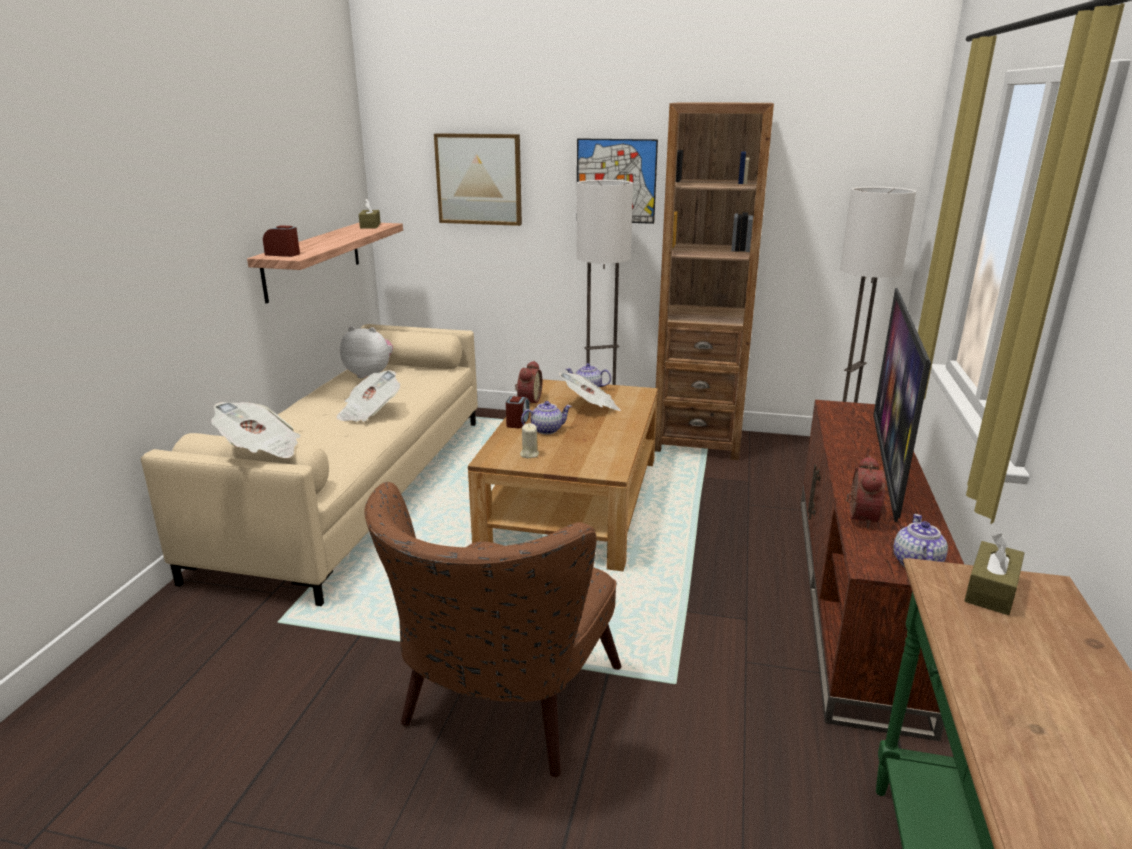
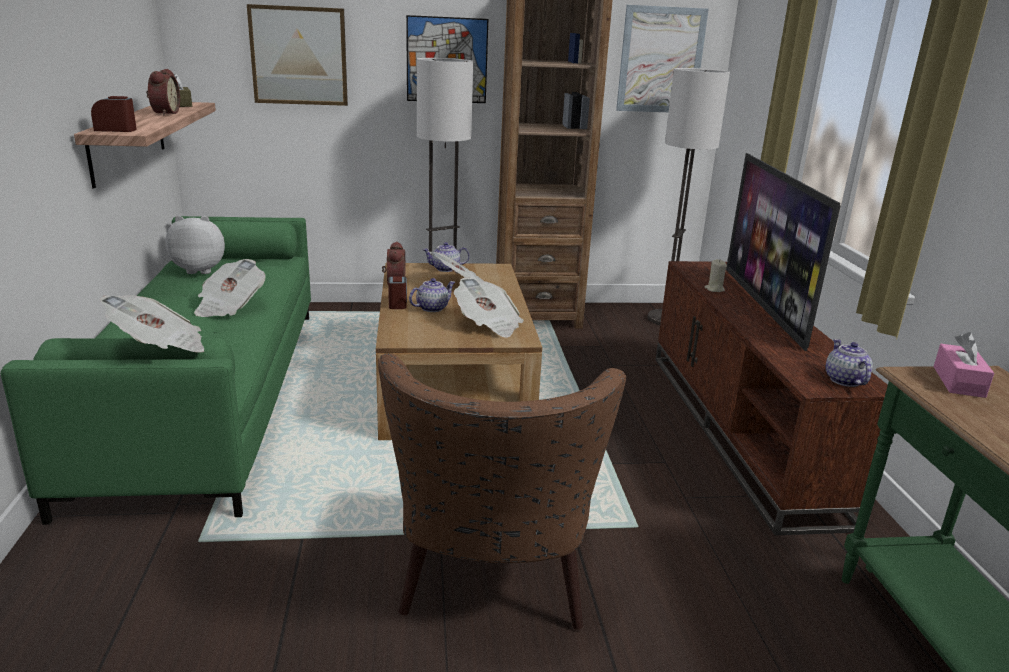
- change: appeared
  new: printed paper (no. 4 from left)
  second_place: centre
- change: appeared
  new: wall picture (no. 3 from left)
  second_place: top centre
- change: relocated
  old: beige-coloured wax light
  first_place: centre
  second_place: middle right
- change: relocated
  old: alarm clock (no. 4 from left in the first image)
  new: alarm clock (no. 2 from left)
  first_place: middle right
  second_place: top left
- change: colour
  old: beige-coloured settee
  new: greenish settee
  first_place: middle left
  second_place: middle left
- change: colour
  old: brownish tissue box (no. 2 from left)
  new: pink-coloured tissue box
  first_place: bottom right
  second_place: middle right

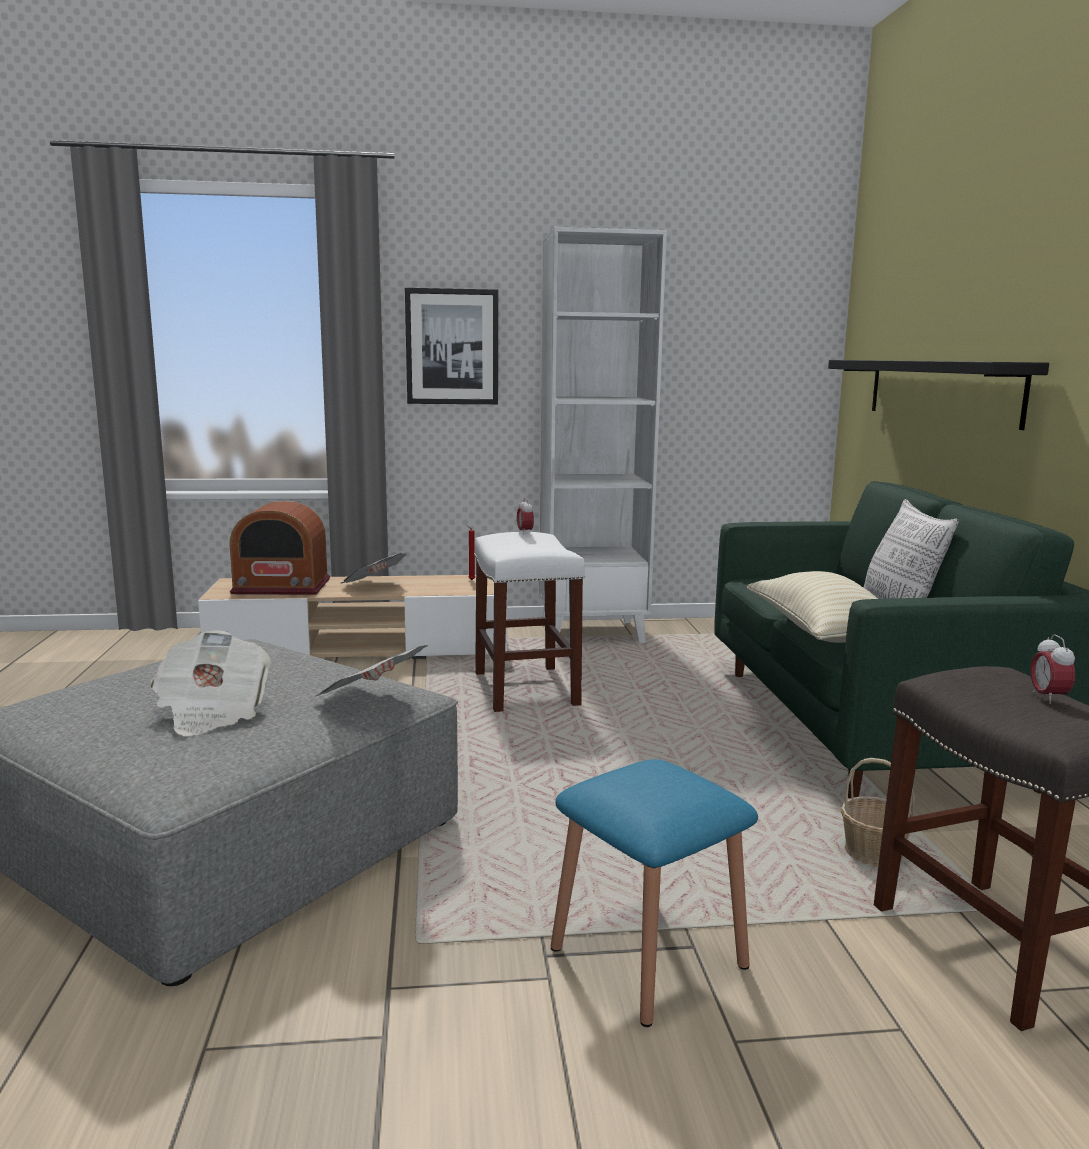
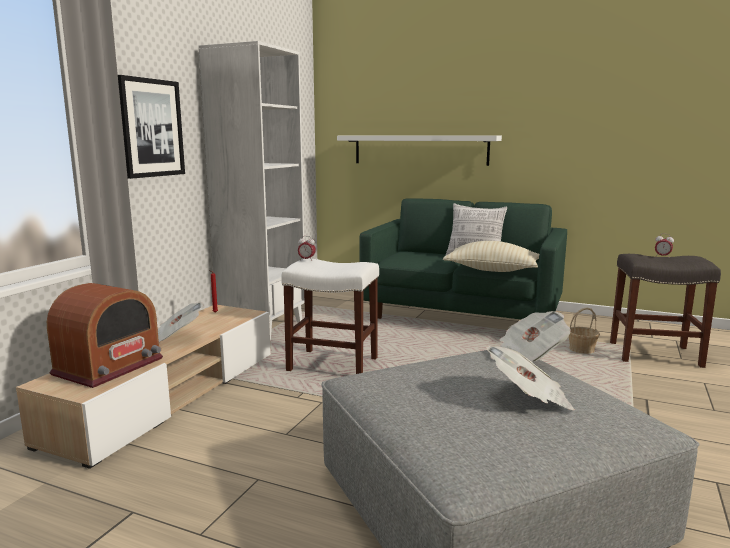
- change: missing
  old: bluish sitting stool
  first_place: bottom centre
- change: colour
  old: black wall shelf
  new: white wall shelf
  first_place: middle right
  second_place: top centre

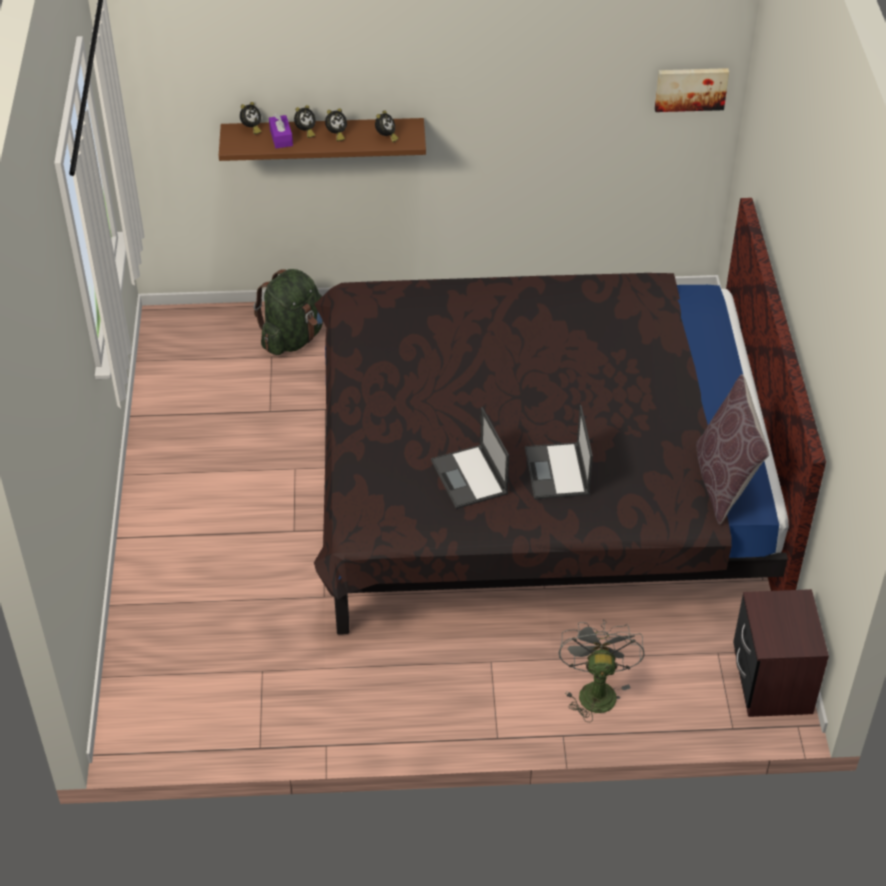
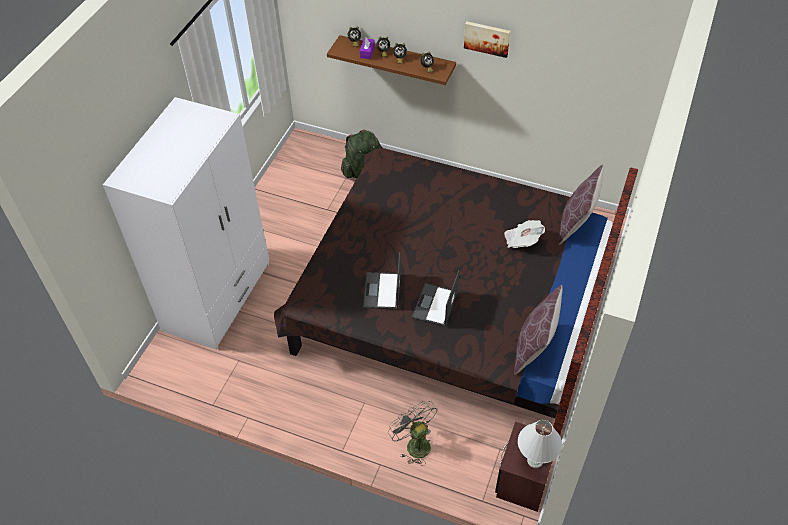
- change: appeared
  new: white wardrobe
  second_place: middle left
- change: appeared
  new: printed paper
  second_place: centre
- change: appeared
  new: white tabletop lamp
  second_place: bottom right
- change: appeared
  new: brownish throw pillow (no. 2 from left)
  second_place: middle right
- change: relocated
  old: wall picture
  first_place: top right
  second_place: top centre
- change: spun
  old: grey cooling fan
  first_place: bottom right
  second_place: bottom centre
  degrees: -60

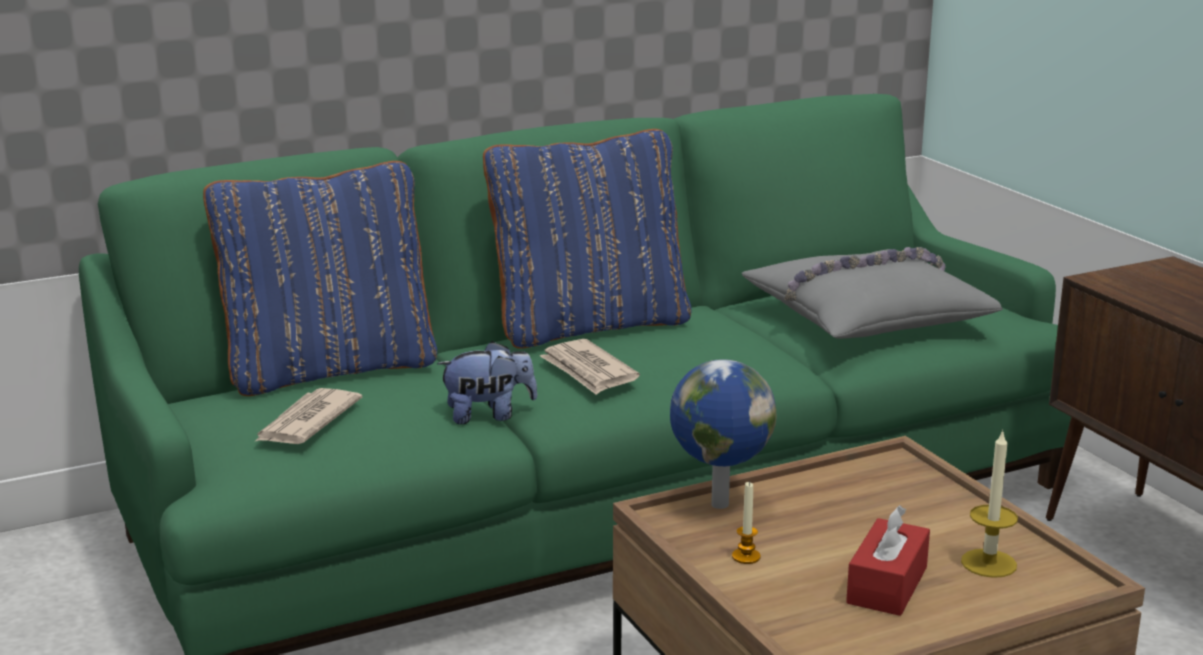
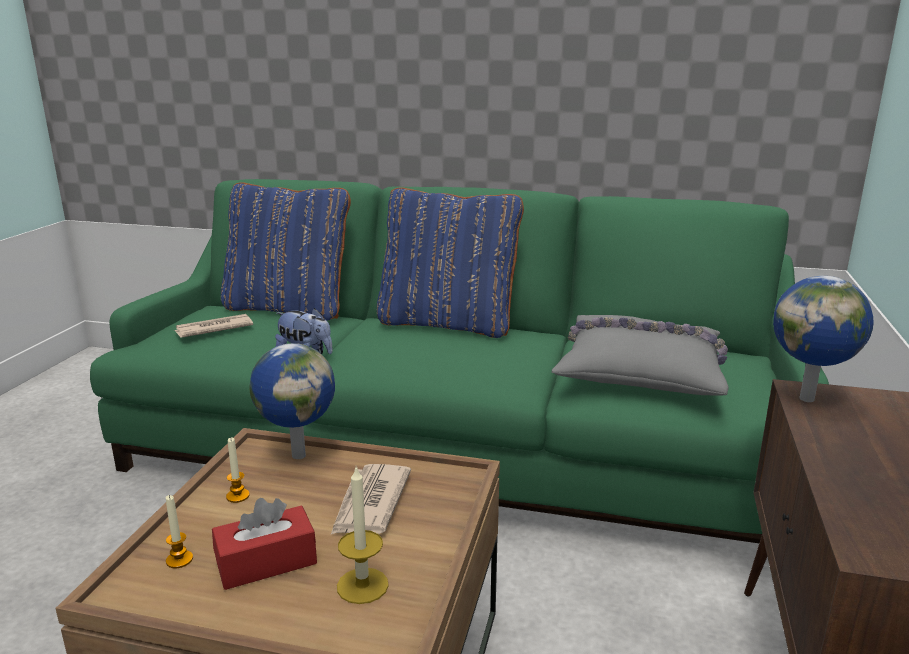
- change: appeared
  new: wax light (no. 1 from left)
  second_place: bottom left
- change: appeared
  new: world globe (no. 2 from left)
  second_place: middle right
- change: relocated
  old: printed paper (no. 2 from left)
  first_place: centre
  second_place: bottom centre

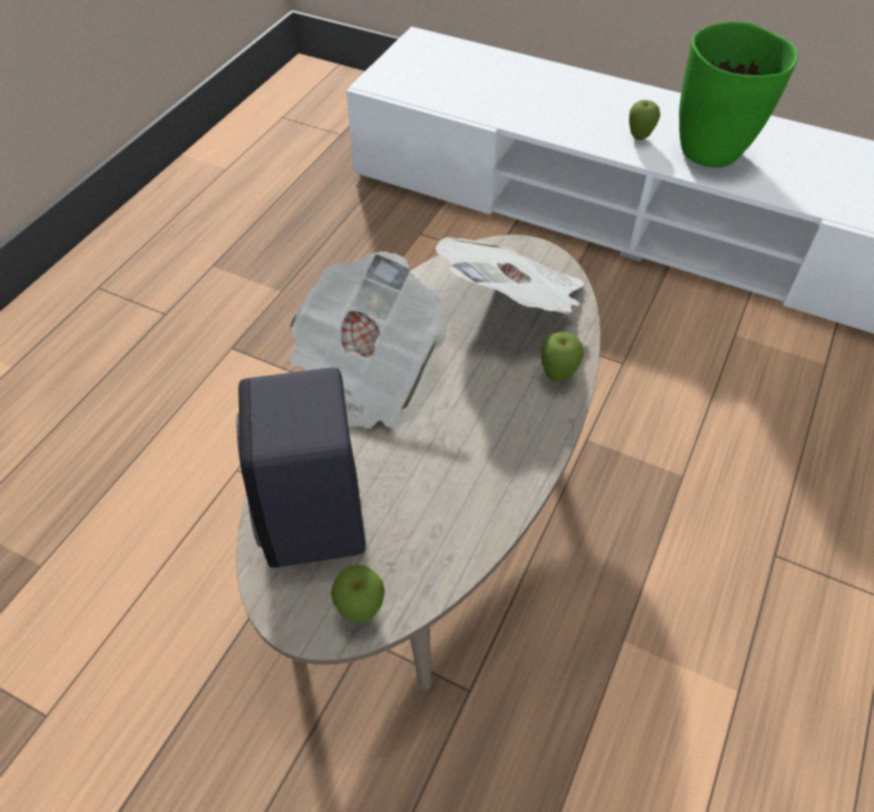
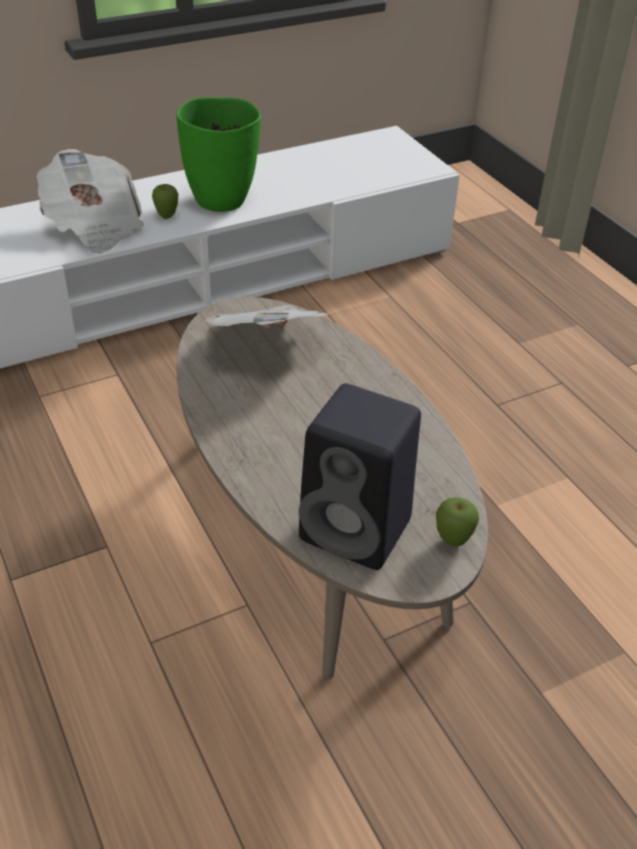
- change: missing
  old: apple (no. 2 from left)
  first_place: centre
- change: relocated
  old: printed paper (no. 1 from left)
  first_place: centre
  second_place: top left

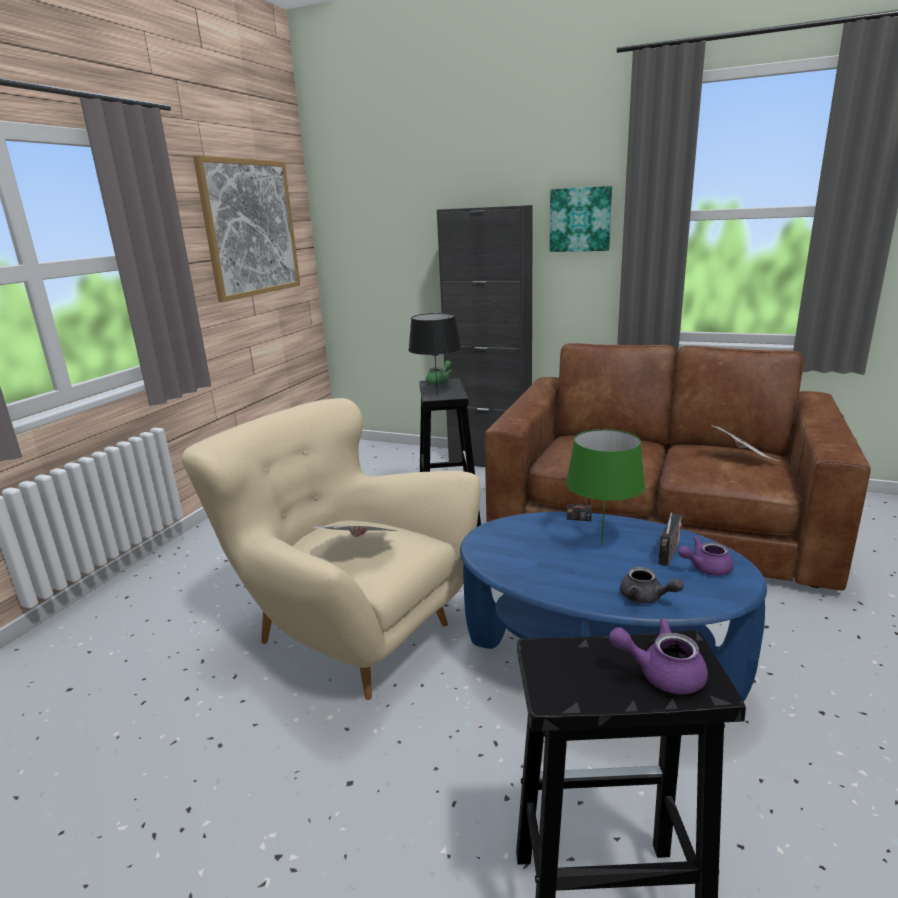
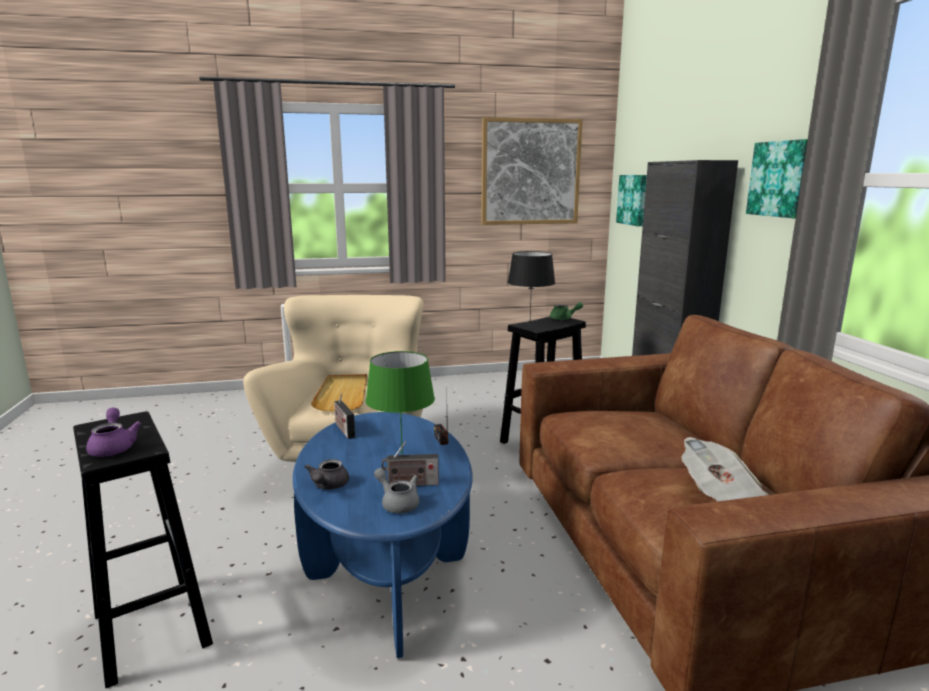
- change: appeared
  new: radio receiver (no. 1 from left)
  second_place: centre
- change: appeared
  new: wall picture (no. 2 from left)
  second_place: top right
- change: exchanged
  old: printed paper (no. 1 from left)
  new: beige-coloured tray
  first_place: centre
  second_place: centre
- change: colour
  old: purplish pot for tea (no. 2 from left)
  new: grey pot for tea (no. 2 from left)
  first_place: middle right
  second_place: bottom centre

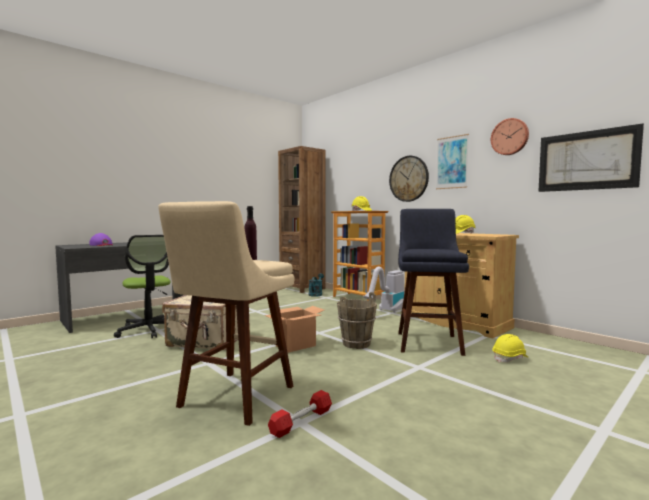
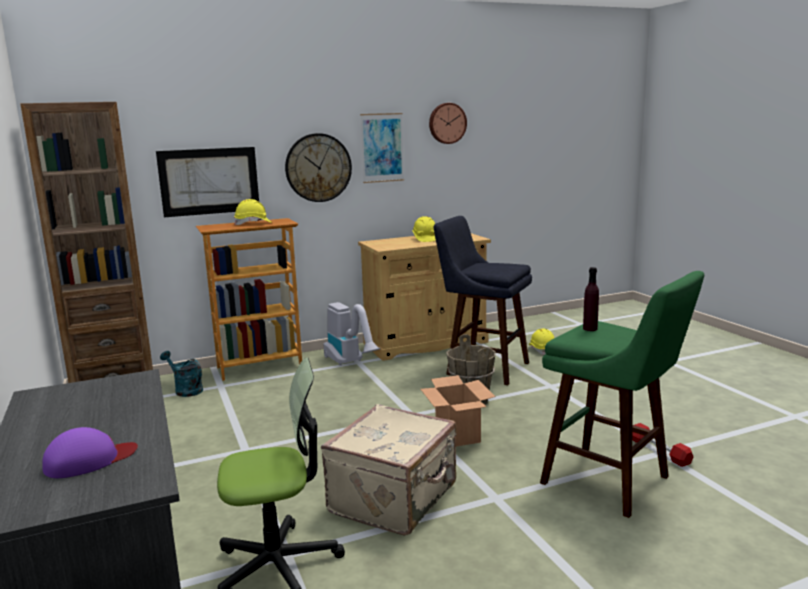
- change: relocated
  old: wall picture (no. 2 from left in the first image)
  new: wall picture (no. 1 from left)
  first_place: top right
  second_place: top left
- change: colour
  old: beige-coloured sitting stool
  new: greenish sitting stool
  first_place: centre
  second_place: bottom right

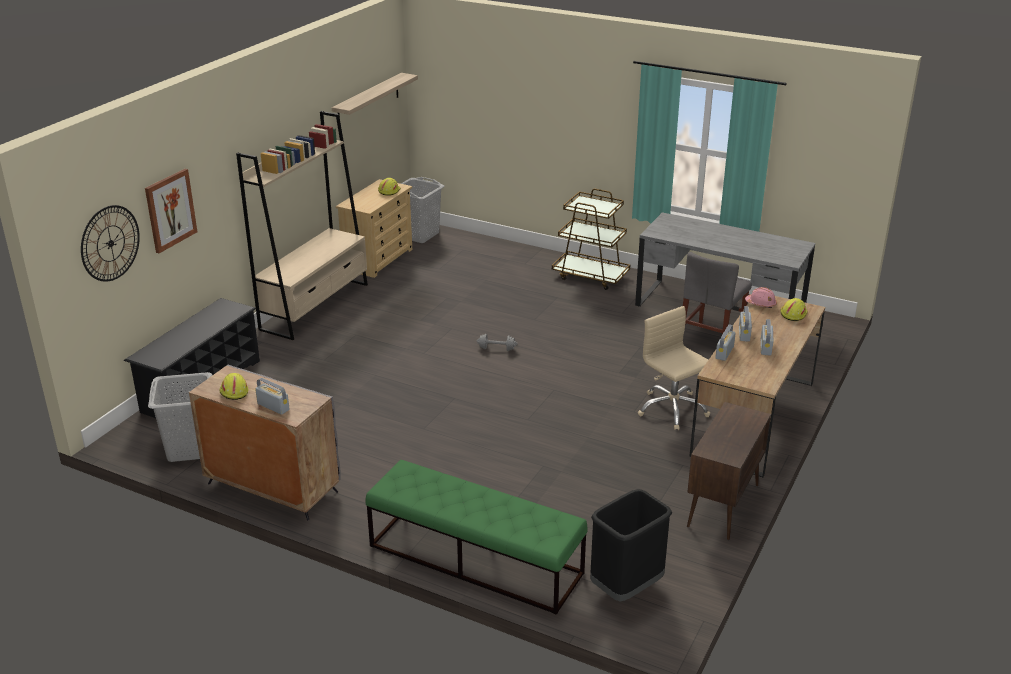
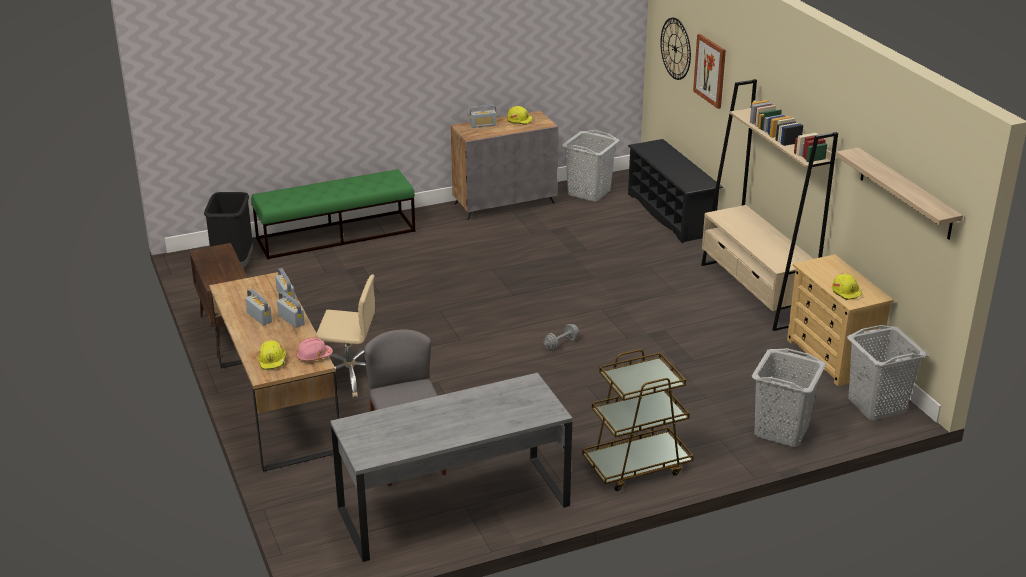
- change: appeared
  new: grey hamper (no. 2 from left)
  second_place: bottom right

